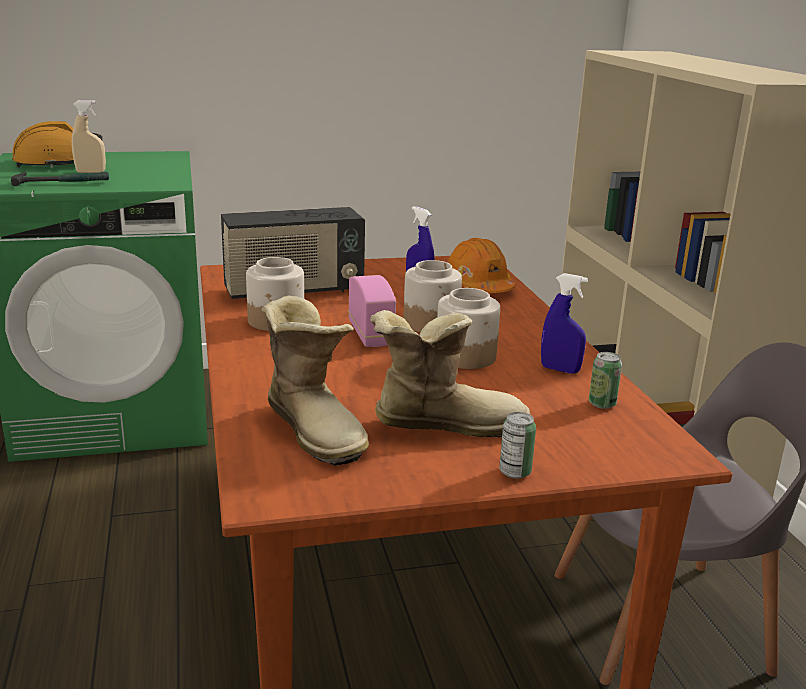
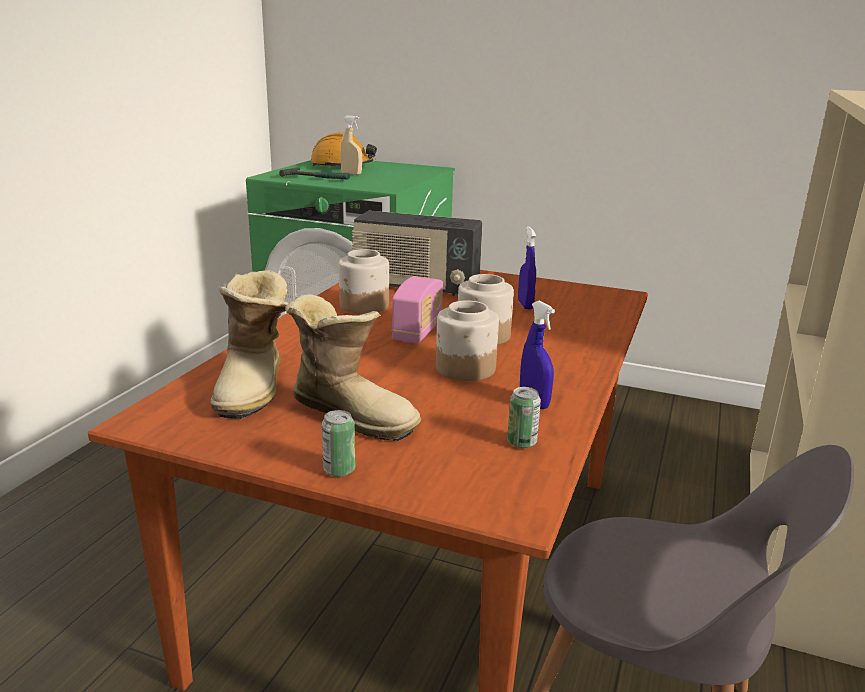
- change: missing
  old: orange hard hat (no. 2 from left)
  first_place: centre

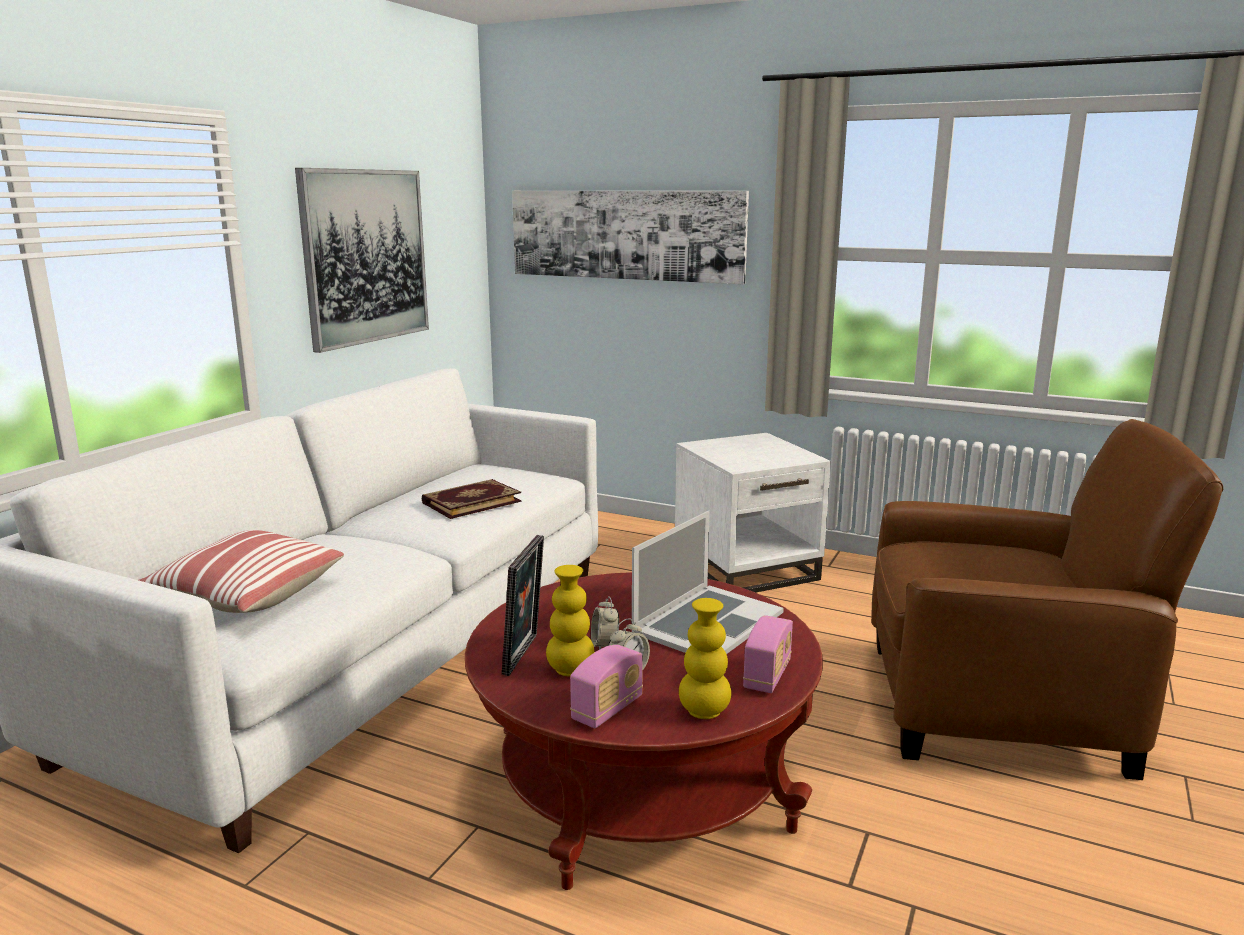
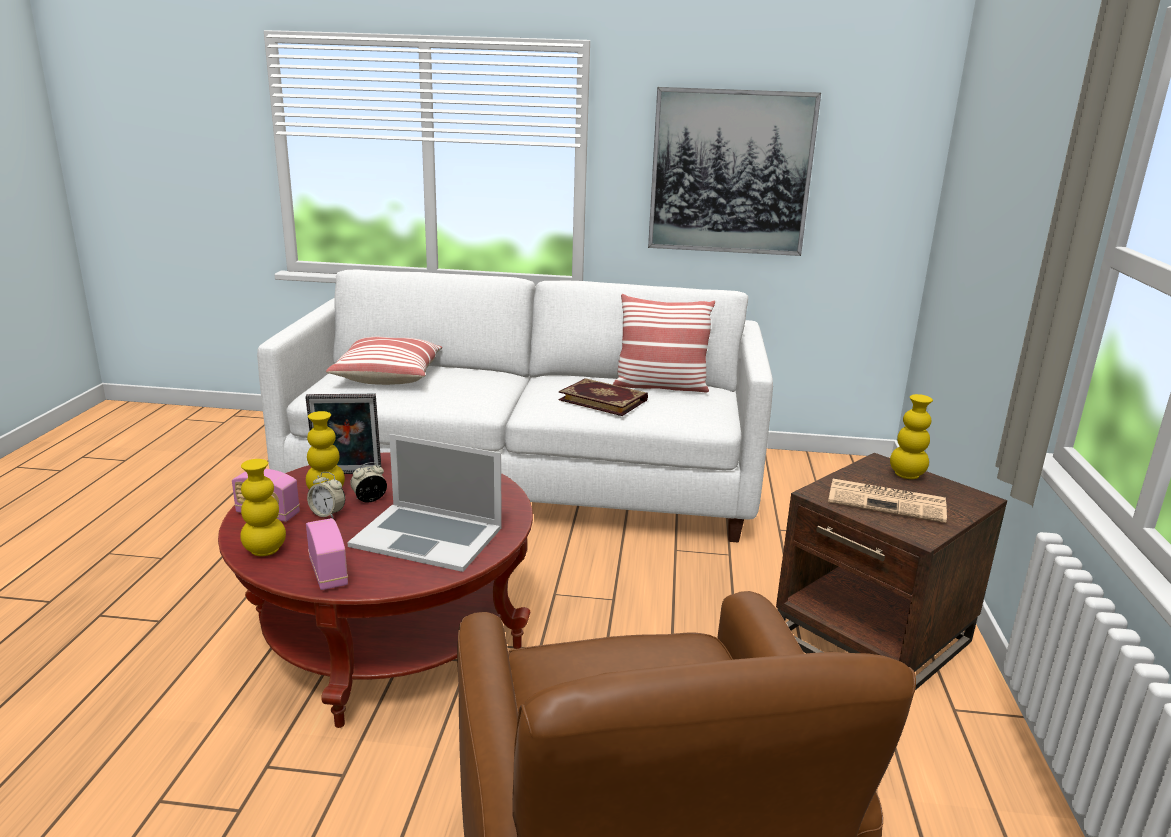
- change: missing
  old: wall picture (no. 2 from left)
  first_place: top centre
- change: appeared
  new: throw pillow (no. 2 from left)
  second_place: centre
- change: appeared
  new: printed paper
  second_place: middle right
- change: appeared
  new: yellow-coloured decorative vase (no. 3 from left)
  second_place: middle right
- change: colour
  old: white end table
  new: brownish end table
  first_place: centre
  second_place: bottom right
- change: spun
  old: radio receiver (no. 2 from left)
  first_place: bottom centre
  second_place: middle left
  degrees: -120

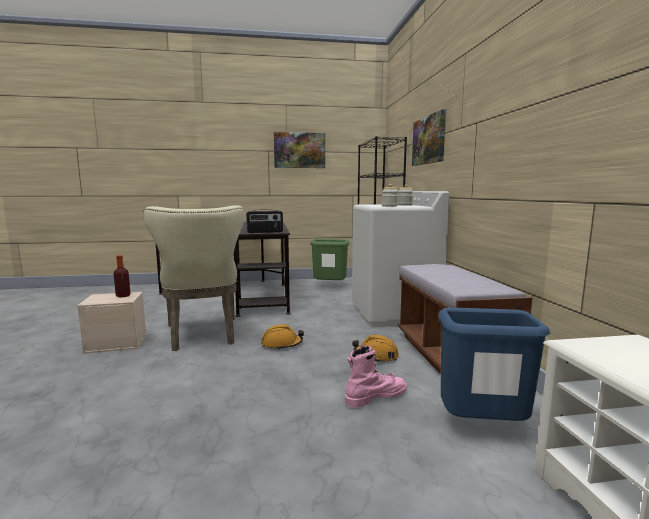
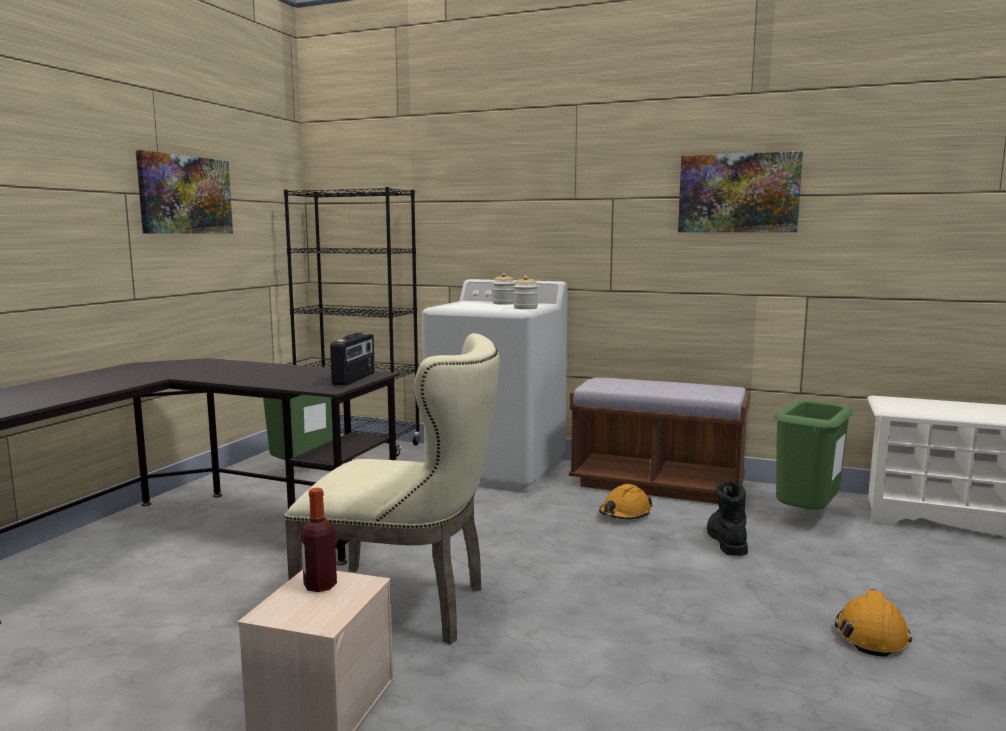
- change: relocated
  old: orange hard hat (no. 1 from left in the first image)
  new: orange hard hat (no. 2 from left)
  first_place: centre
  second_place: bottom right
- change: relocated
  old: wall picture (no. 2 from left)
  first_place: top centre
  second_place: top right
- change: colour
  old: pink-coloured tall boot
  new: black tall boot
  first_place: bottom centre
  second_place: bottom right
- change: colour
  old: bluish rubbish bin
  new: greenish rubbish bin (no. 2 from left)
  first_place: bottom right
  second_place: middle right

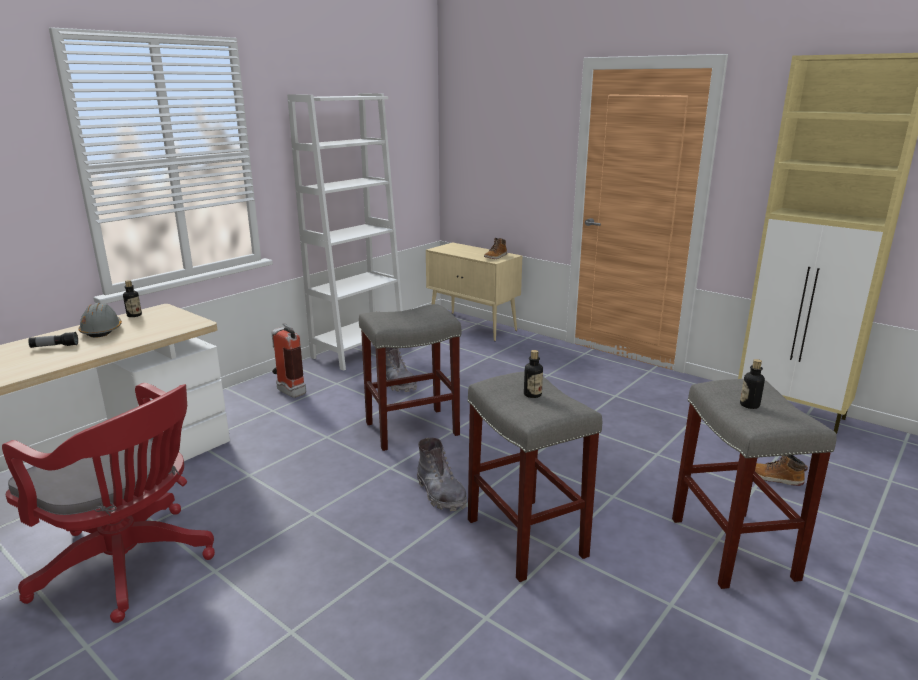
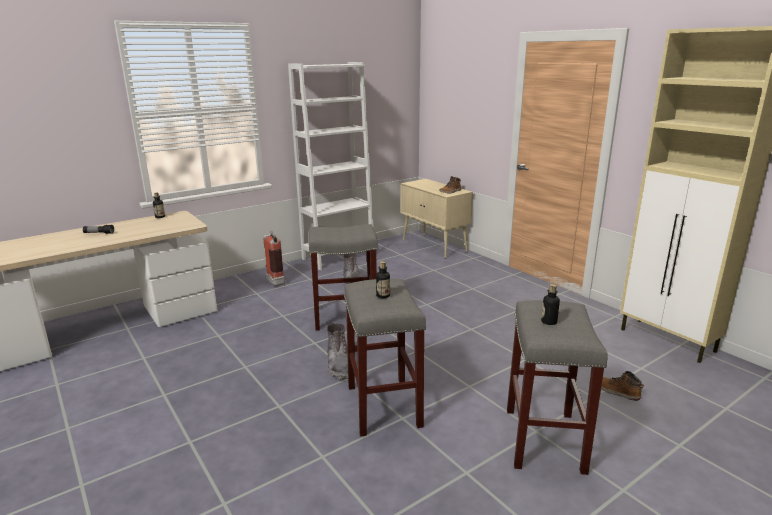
- change: missing
  old: red-coloured office chair
  first_place: bottom left
- change: missing
  old: grey hard hat
  first_place: middle left

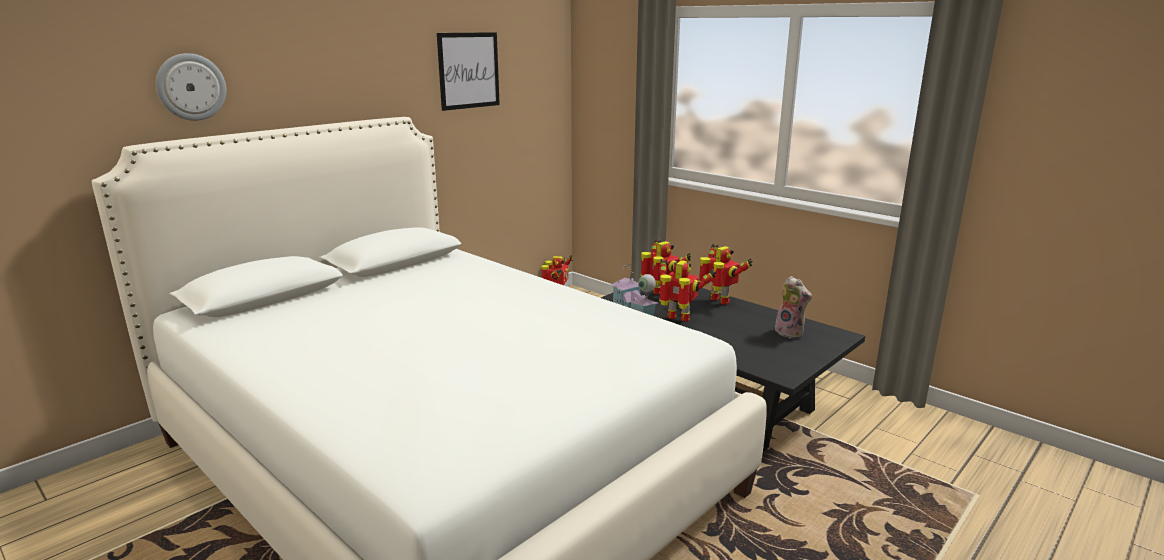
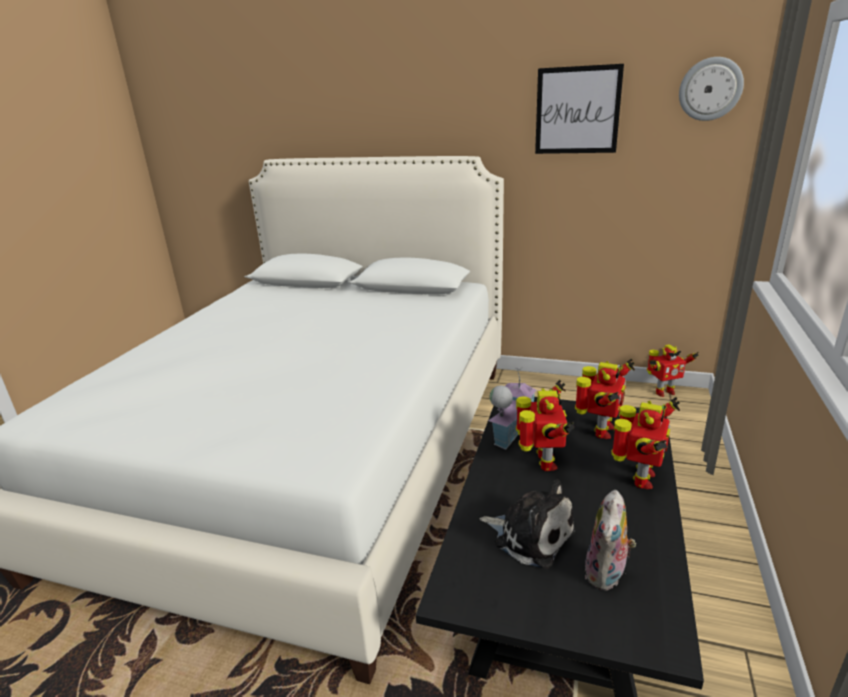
- change: appeared
  new: plush toy (no. 1 from left)
  second_place: bottom centre
- change: relocated
  old: wall clock
  first_place: top left
  second_place: top right

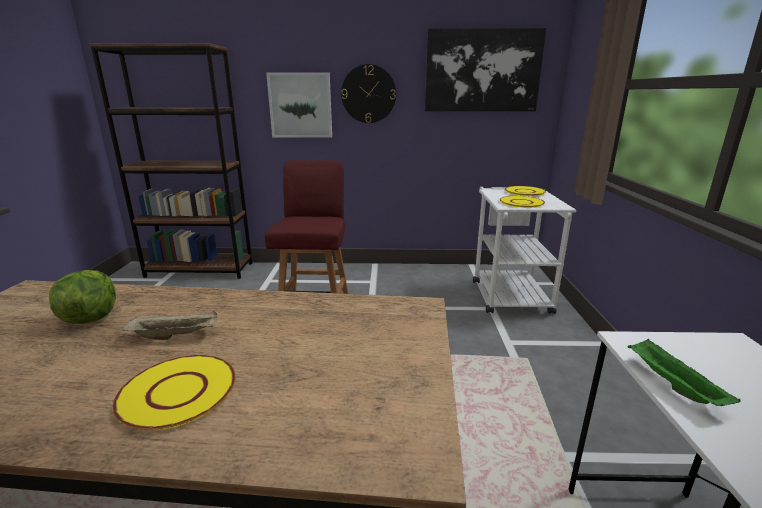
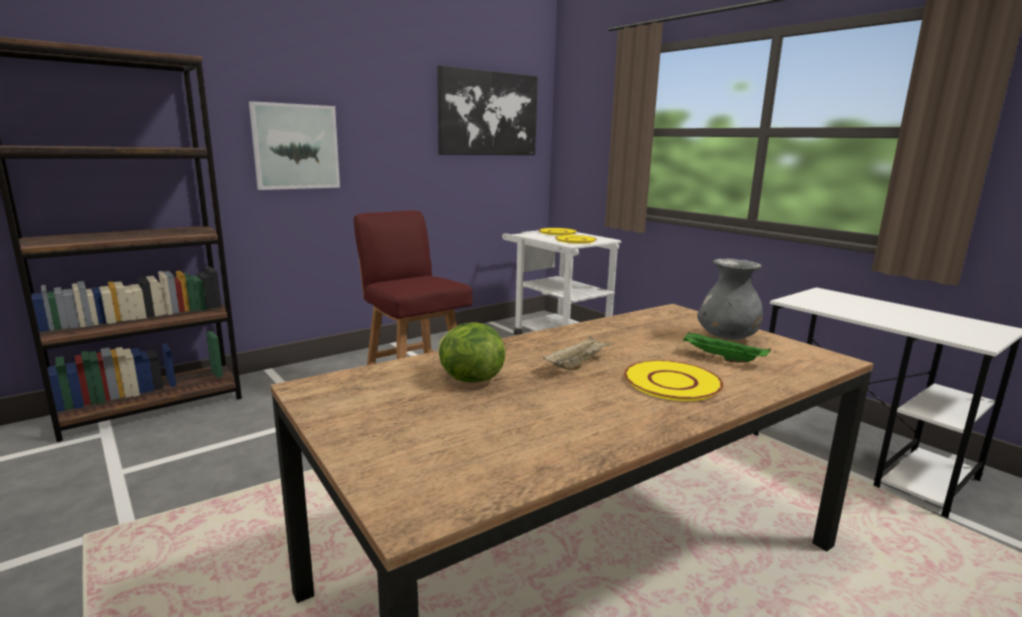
- change: missing
  old: wall clock
  first_place: top centre
- change: appeared
  new: grey decorative vase
  second_place: middle right
- change: relocated
  old: greenish tray
  first_place: bottom right
  second_place: middle right

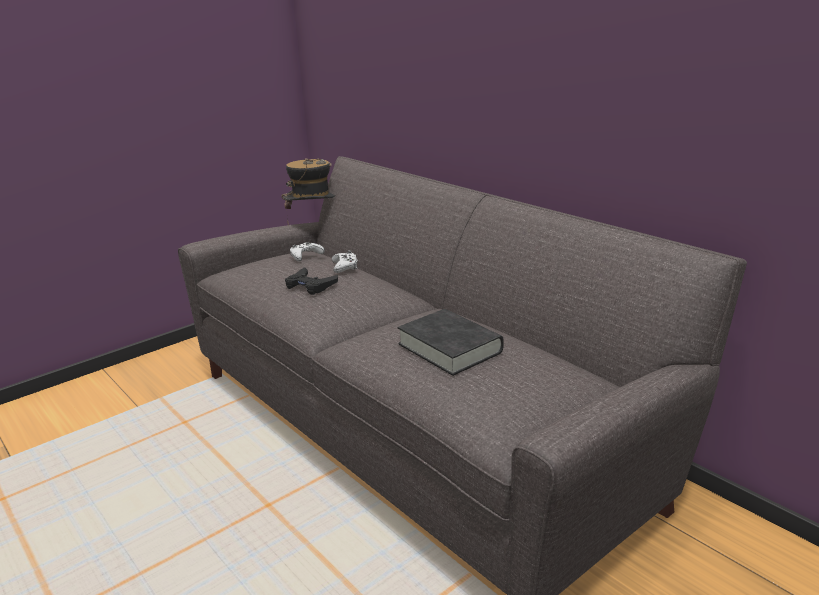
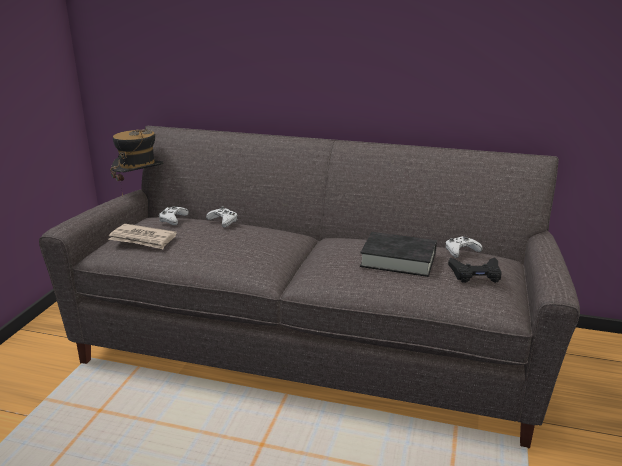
- change: appeared
  new: printed paper
  second_place: middle left
- change: appeared
  new: white gamepad (no. 3 from left)
  second_place: middle right
- change: relocated
  old: black gamepad
  first_place: centre
  second_place: middle right

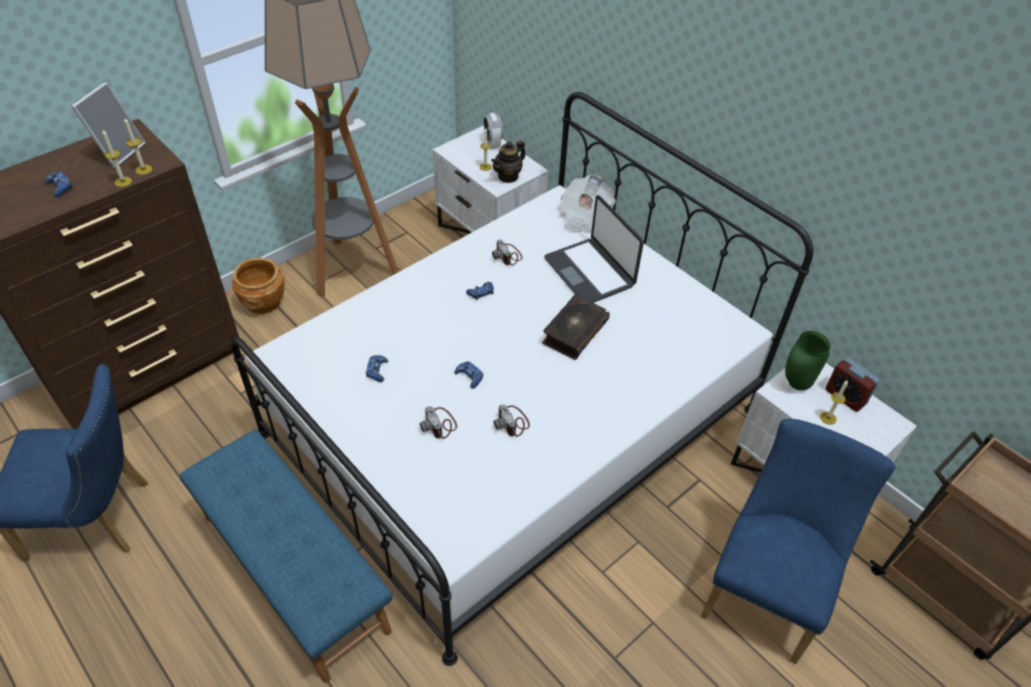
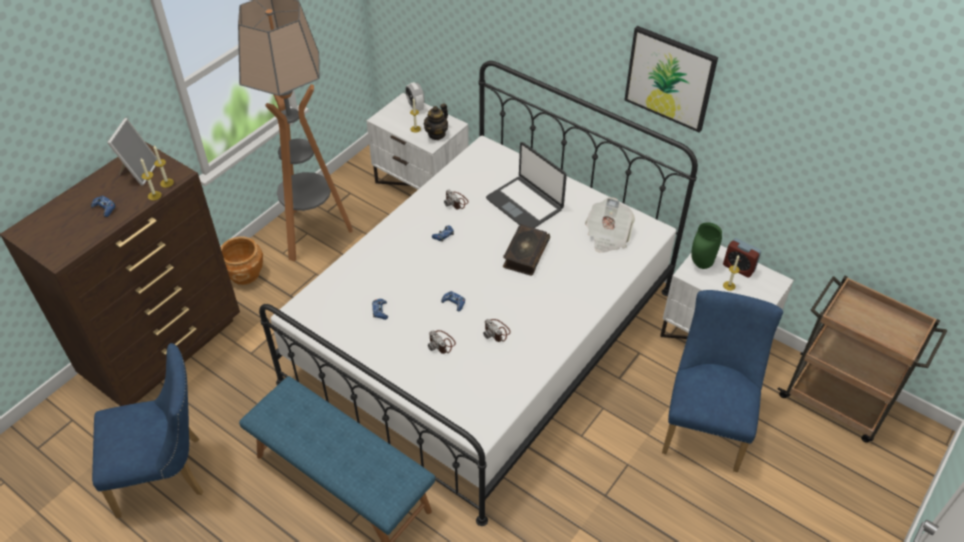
- change: appeared
  new: wall picture
  second_place: top right
- change: relocated
  old: printed paper
  first_place: top centre
  second_place: centre

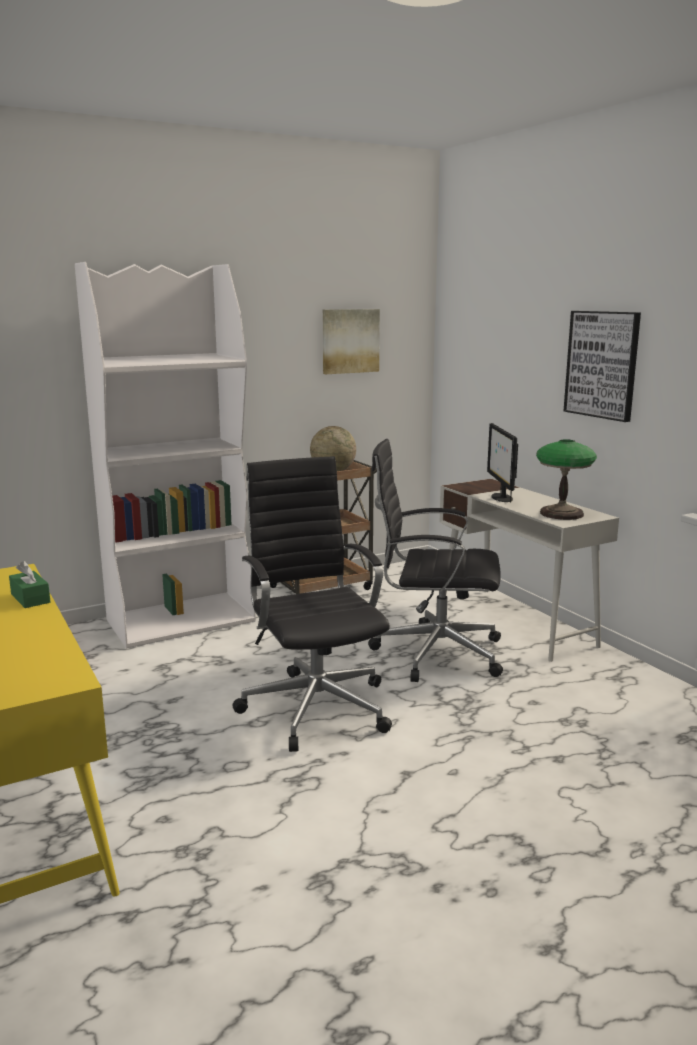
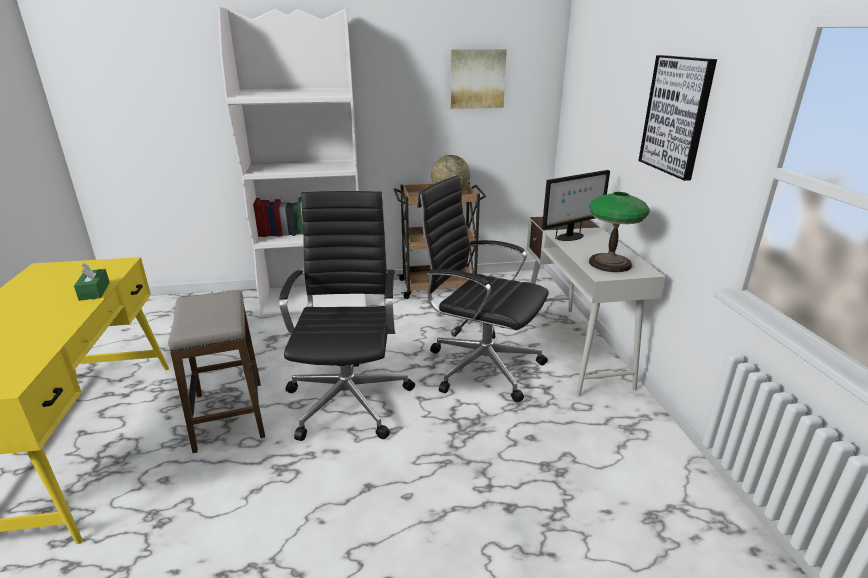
- change: appeared
  new: sitting stool
  second_place: middle left
- change: spun
  old: computer display
  first_place: middle right
  second_place: centre
  degrees: -135

